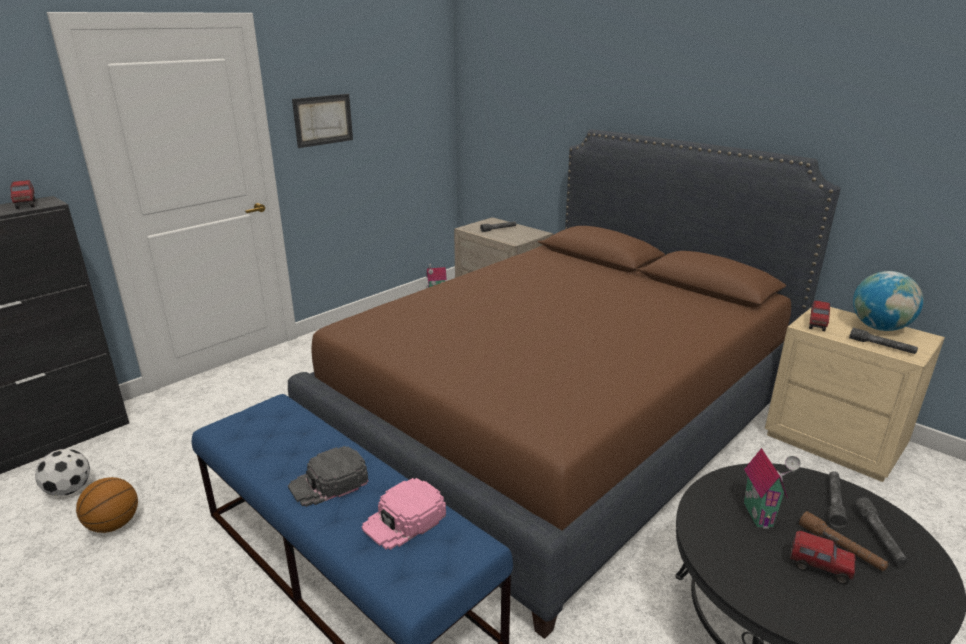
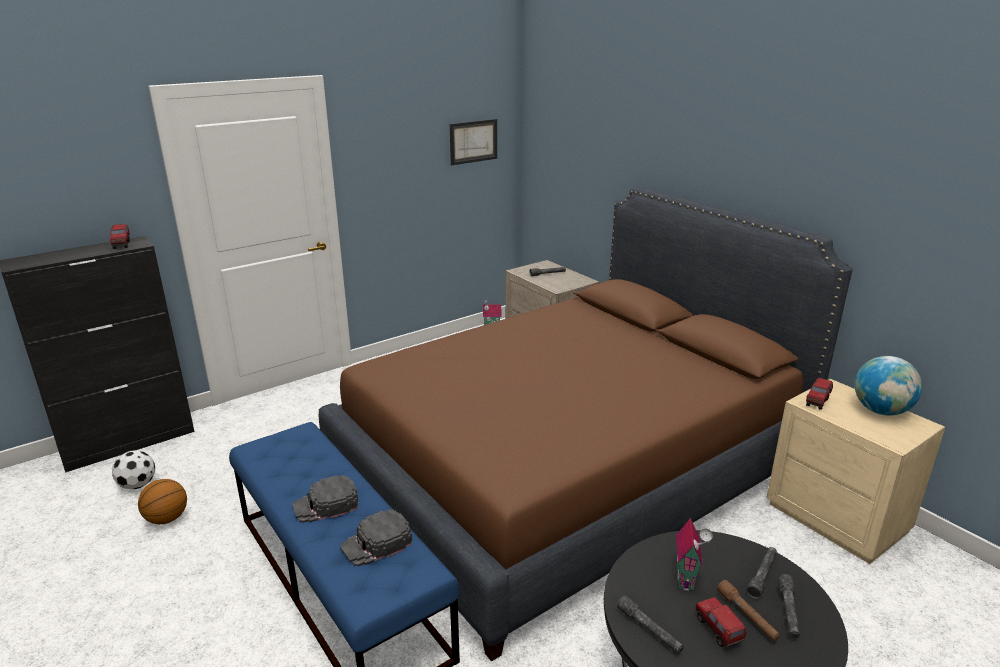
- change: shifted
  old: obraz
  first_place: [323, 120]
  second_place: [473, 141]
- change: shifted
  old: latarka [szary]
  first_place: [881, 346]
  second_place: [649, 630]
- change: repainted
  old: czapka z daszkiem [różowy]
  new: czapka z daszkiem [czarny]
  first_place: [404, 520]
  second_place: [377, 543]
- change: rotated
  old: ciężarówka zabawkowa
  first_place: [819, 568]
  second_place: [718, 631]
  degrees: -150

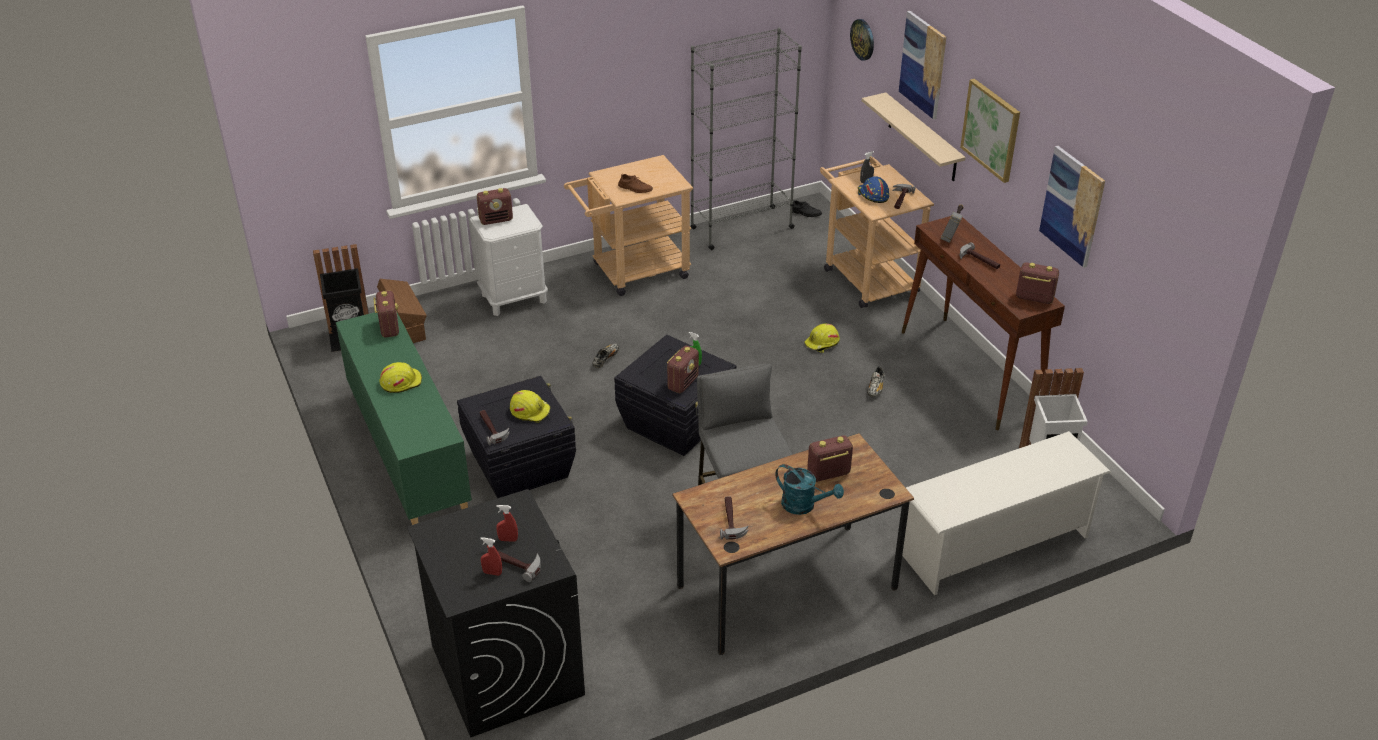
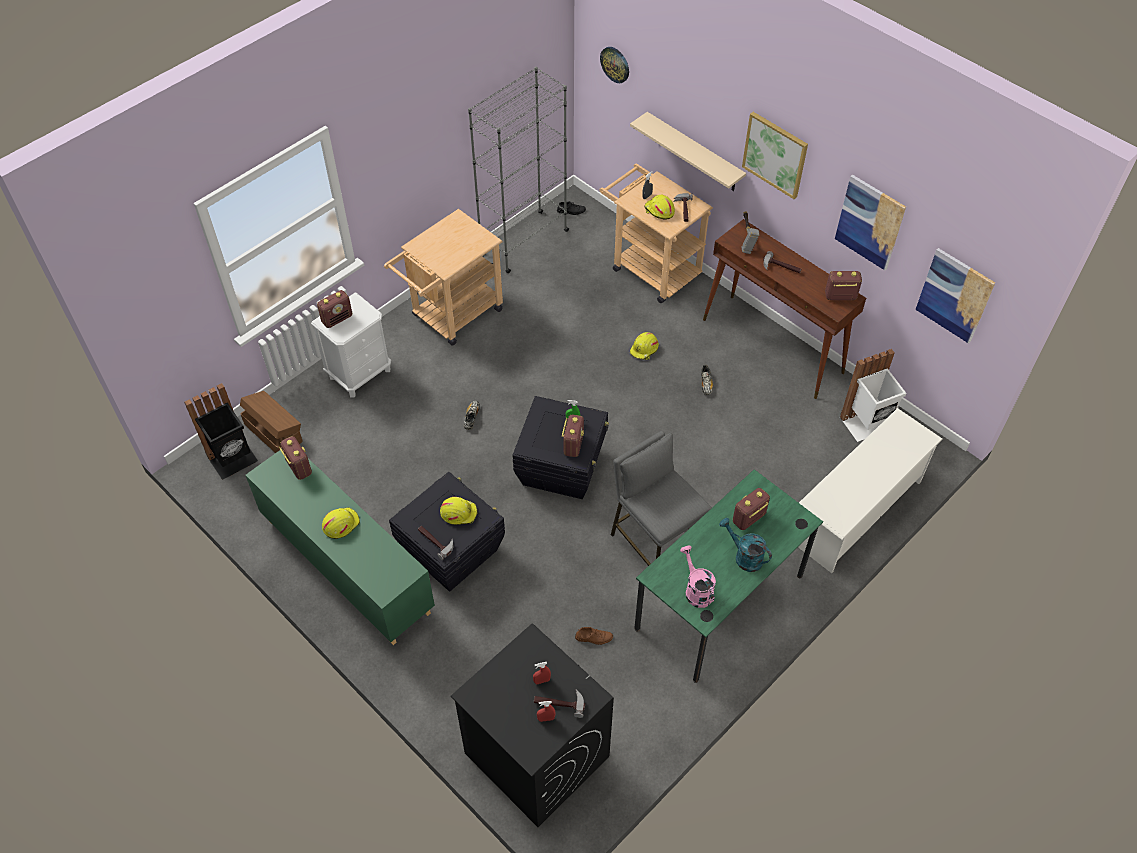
- change: shifted
  old: but [brązowy]
  first_place: [635, 188]
  second_place: [594, 637]
- change: shifted
  old: obraz
  first_place: [923, 64]
  second_place: [954, 295]
- change: swapped
  old: młotek
  new: konewka [różowy]
  first_place: [732, 521]
  second_place: [696, 590]
- change: repainted
  old: biurko [brązowy]
  new: biurko [zielony]
  first_place: [787, 587]
  second_place: [719, 602]
- change: repainted
  old: kask [niebieski]
  new: kask [żółty]
  first_place: [872, 195]
  second_place: [659, 211]
- change: rotated
  old: konewka [turkusowy]
  first_place: [804, 506]
  second_place: [744, 556]
  degrees: -150

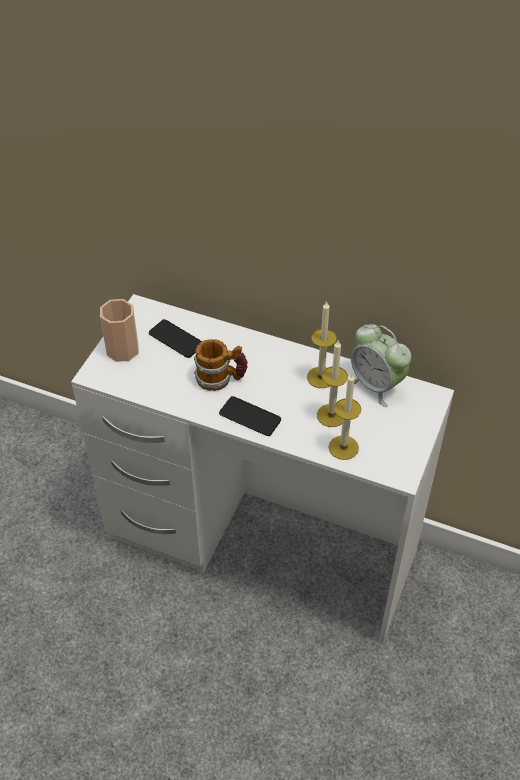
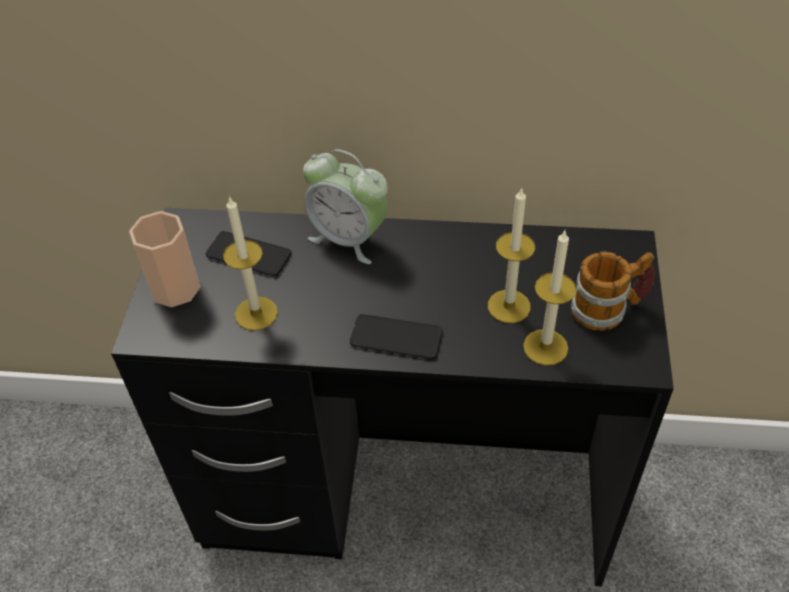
- change: shifted
  old: kubek
  first_place: [221, 379]
  second_place: [608, 309]
- change: shifted
  old: świeca
  first_place: [321, 377]
  second_place: [256, 313]
- change: shifted
  old: budzik
  first_place: [376, 385]
  second_place: [349, 238]
- change: repainted
  old: biurko [biały]
  new: biurko [czarny]
  first_place: [262, 544]
  second_place: [405, 499]

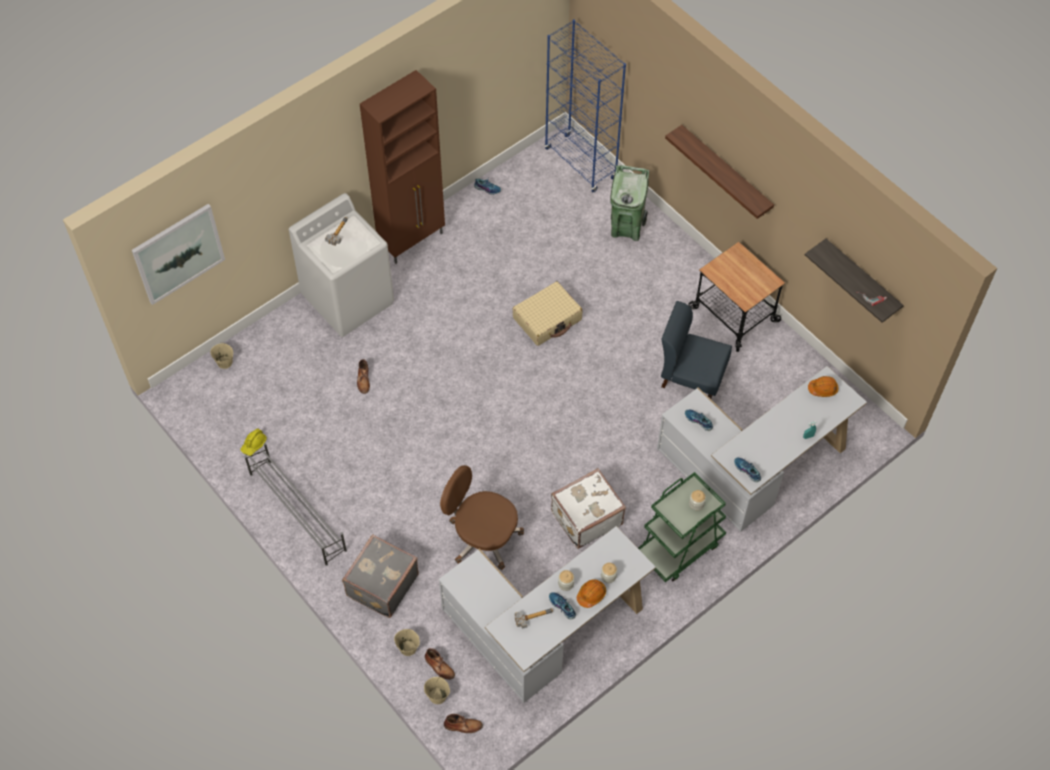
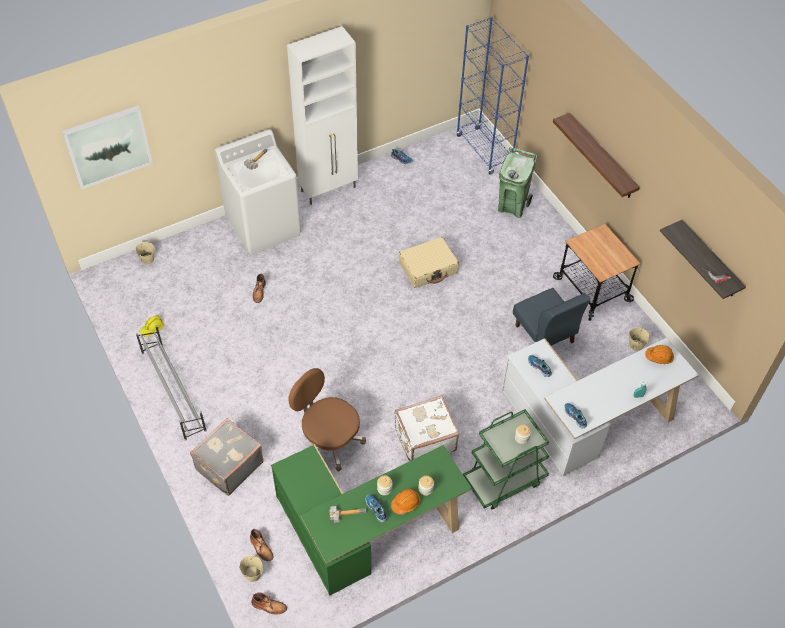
- change: shifted
  old: wiadro [beżowy]
  first_place: [408, 648]
  second_place: [635, 345]
- change: repainted
  old: szafka [brązowy]
  new: szafka [biały]
  first_place: [412, 240]
  second_place: [329, 189]
- change: repainted
  old: biurko [biały]
  new: biurko [zielony]
  first_place: [543, 629]
  second_place: [364, 531]
- change: rotated
  old: krzesło [niebieski]
  first_place: [691, 376]
  second_place: [544, 334]
  degrees: -150

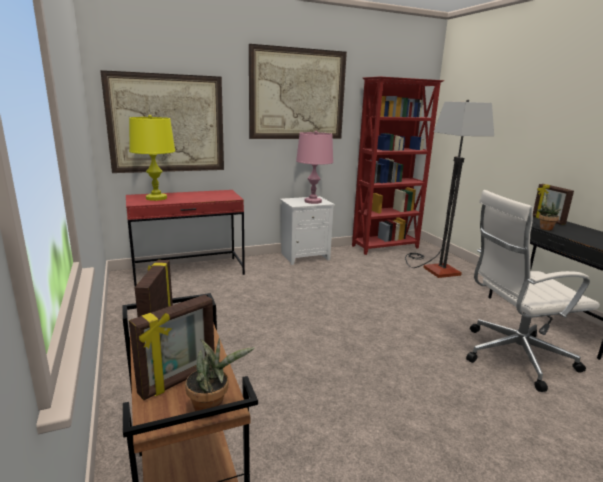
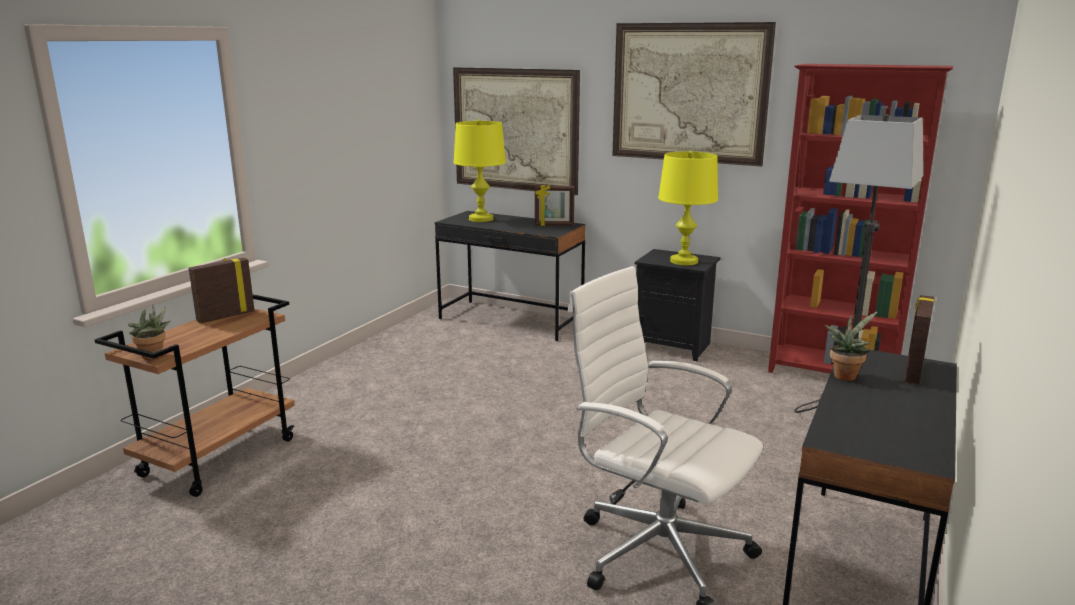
- change: shifted
  old: ramka na zdjęcie
  first_place: [178, 380]
  second_place: [554, 225]
- change: repainted
  old: biurko [czerwony]
  new: biurko [czarny]
  first_place: [189, 272]
  second_place: [511, 320]
- change: repainted
  old: szafka nocna [biały]
  new: szafka nocna [czarny]
  first_place: [305, 256]
  second_place: [674, 346]
- change: repainted
  old: lampa stołowa [różowy]
  new: lampa stołowa [żółty]
  first_place: [312, 201]
  second_place: [684, 261]

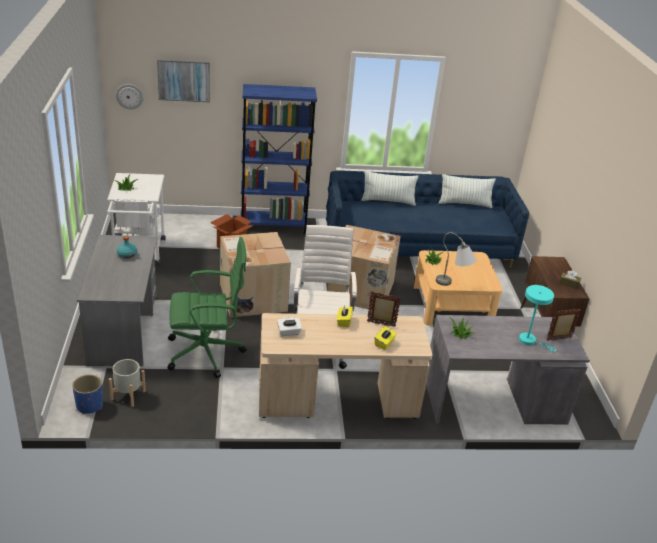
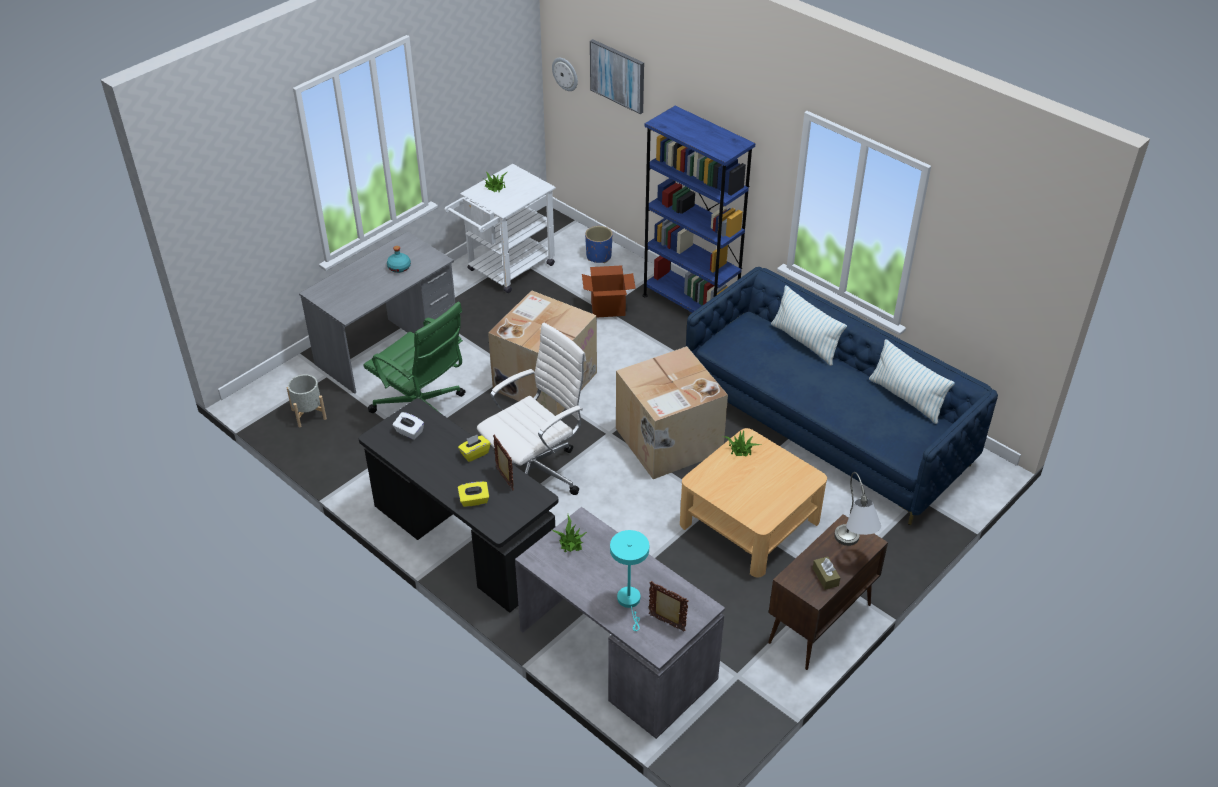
- change: shifted
  old: donica [niebieski]
  first_place: [89, 405]
  second_place: [598, 256]
- change: shifted
  old: lampa stołowa [szary]
  first_place: [453, 285]
  second_place: [852, 549]
- change: repainted
  old: biurko [beżowy]
  new: biurko [czarny]
  first_place: [337, 401]
  second_place: [464, 541]

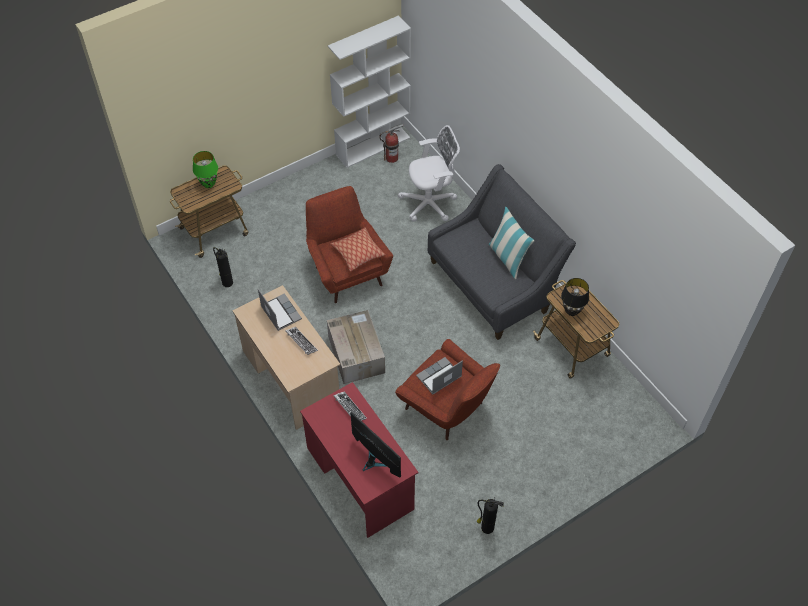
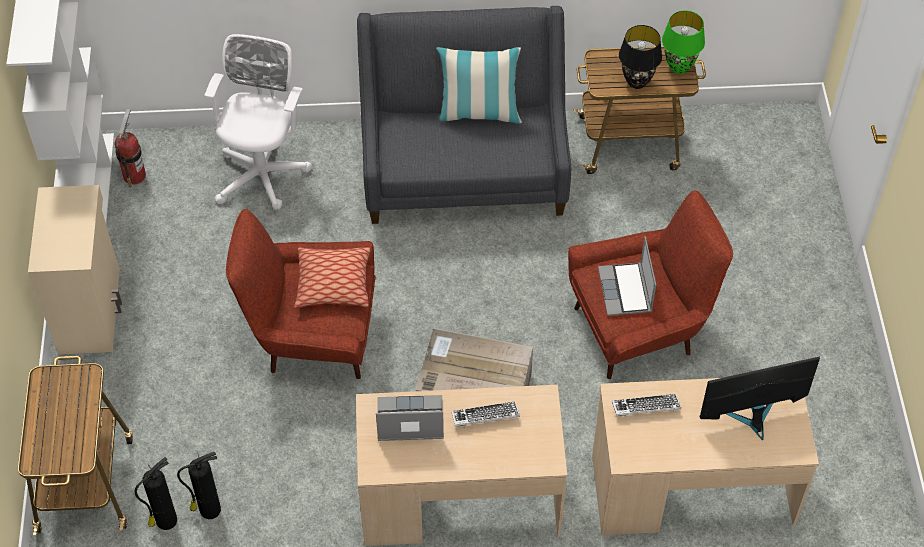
- change: new
  new: szafka [beżowy]
  second_place: [91, 310]
- change: shifted
  old: lampa stołowa [zielony]
  first_place: [209, 184]
  second_place: [678, 67]
- change: shifted
  old: gaśnica
  first_place: [486, 527]
  second_place: [165, 521]
- change: repainted
  old: biurko [czerwony]
  new: biurko [beżowy]
  first_place: [359, 478]
  second_place: [691, 490]

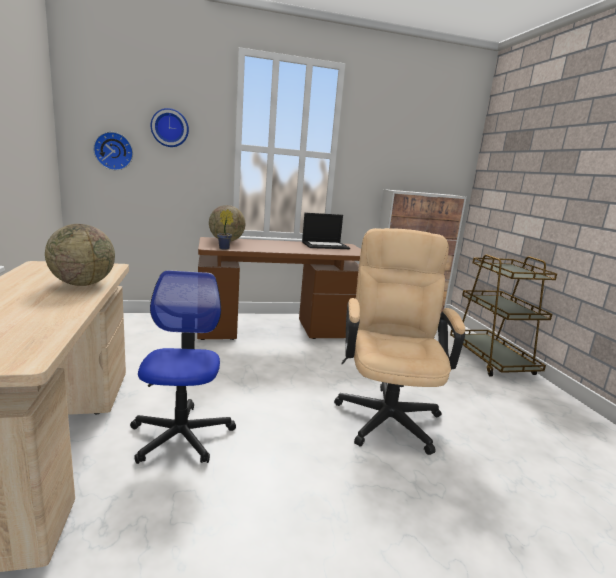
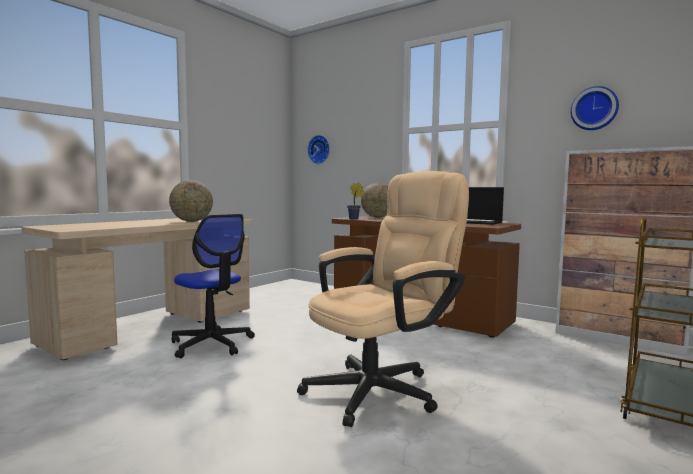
- change: shifted
  old: zegar ścienny
  first_place: [170, 128]
  second_place: [594, 109]
- change: rotated
  old: krzesło biurowe
  first_place: [181, 435]
  second_place: [212, 344]
  degrees: 90

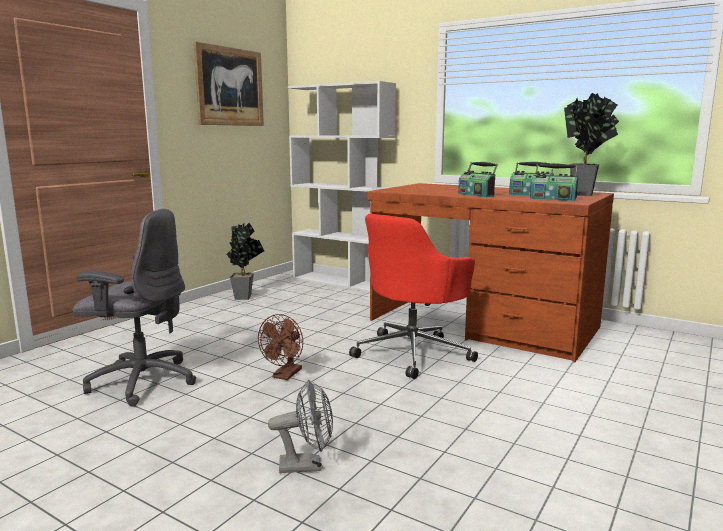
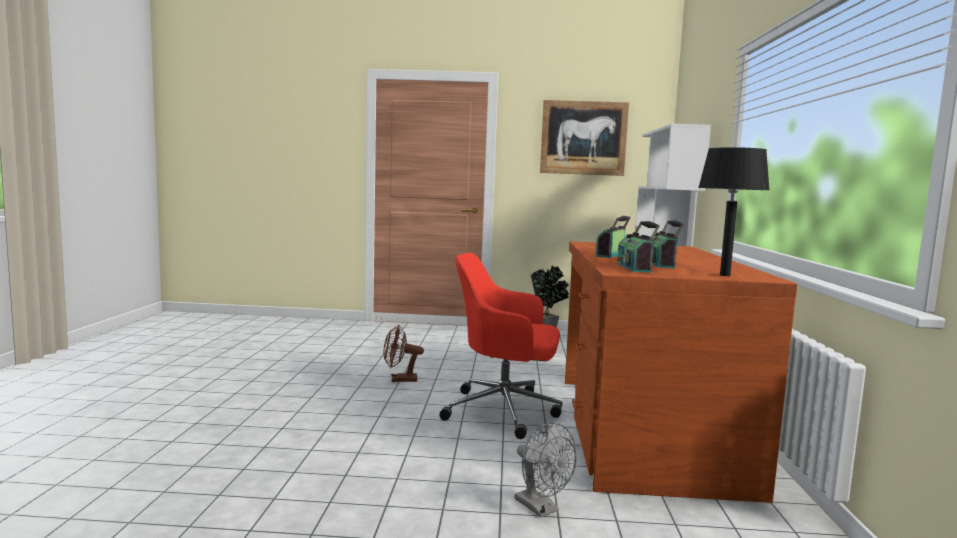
- change: gone
  old: krzesło biurowe [szary]
  first_place: [142, 381]
- change: shifted
  old: wentylator [szary]
  first_place: [307, 465]
  second_place: [541, 508]
- change: swapped
  old: roślina doniczkowa
  new: lampa stołowa [czarny]
  first_place: [586, 195]
  second_place: [724, 275]

